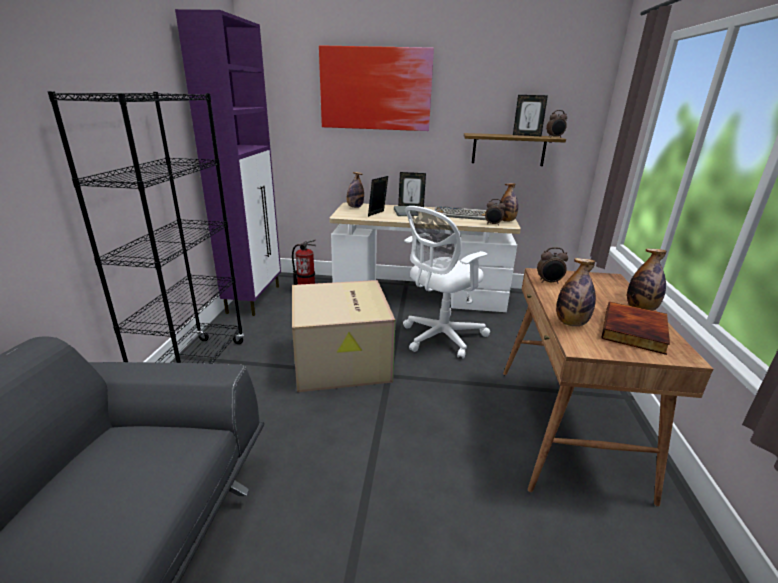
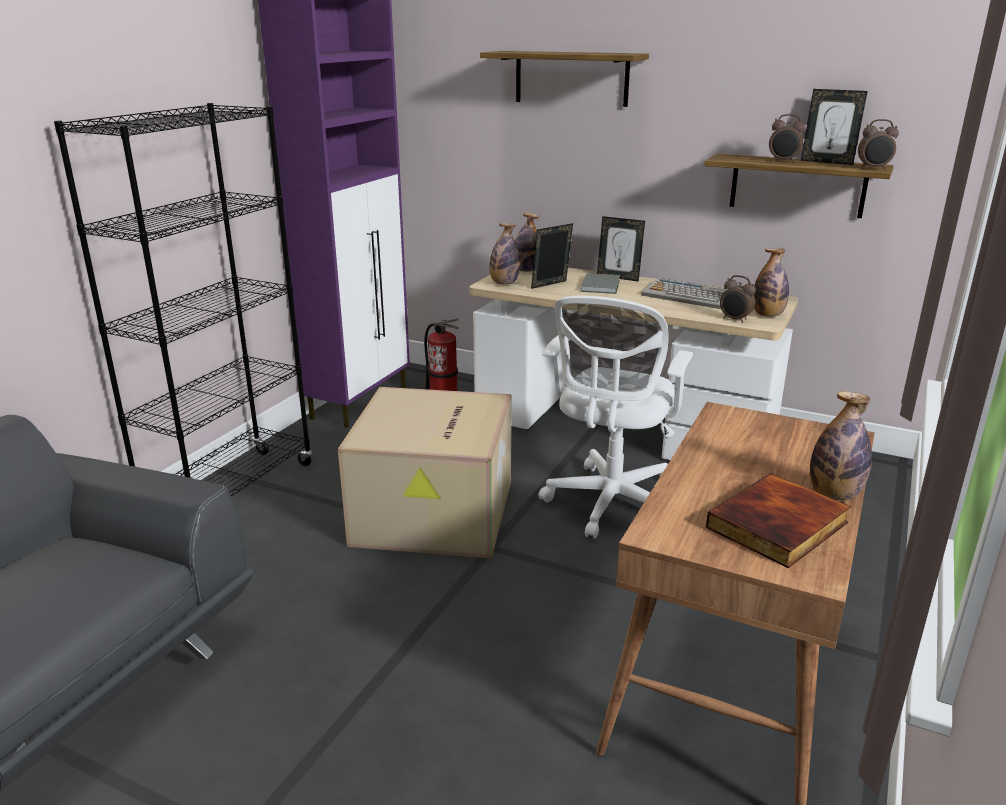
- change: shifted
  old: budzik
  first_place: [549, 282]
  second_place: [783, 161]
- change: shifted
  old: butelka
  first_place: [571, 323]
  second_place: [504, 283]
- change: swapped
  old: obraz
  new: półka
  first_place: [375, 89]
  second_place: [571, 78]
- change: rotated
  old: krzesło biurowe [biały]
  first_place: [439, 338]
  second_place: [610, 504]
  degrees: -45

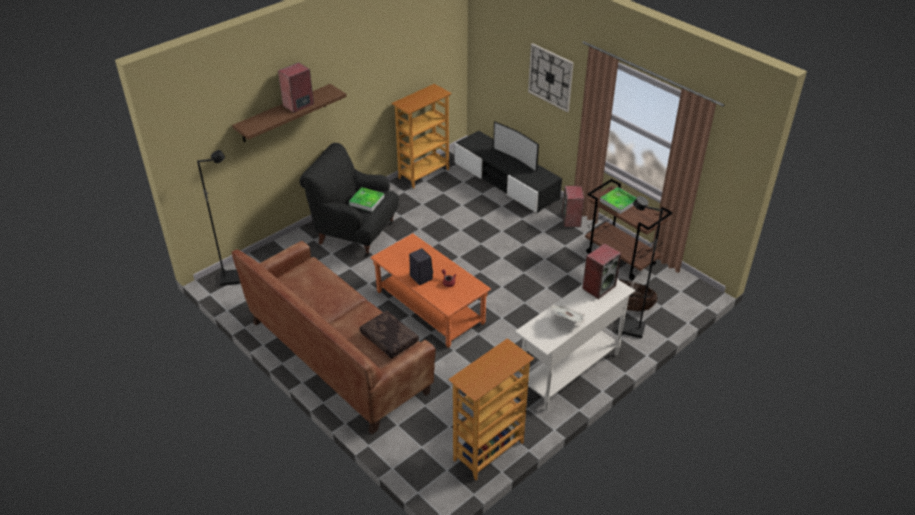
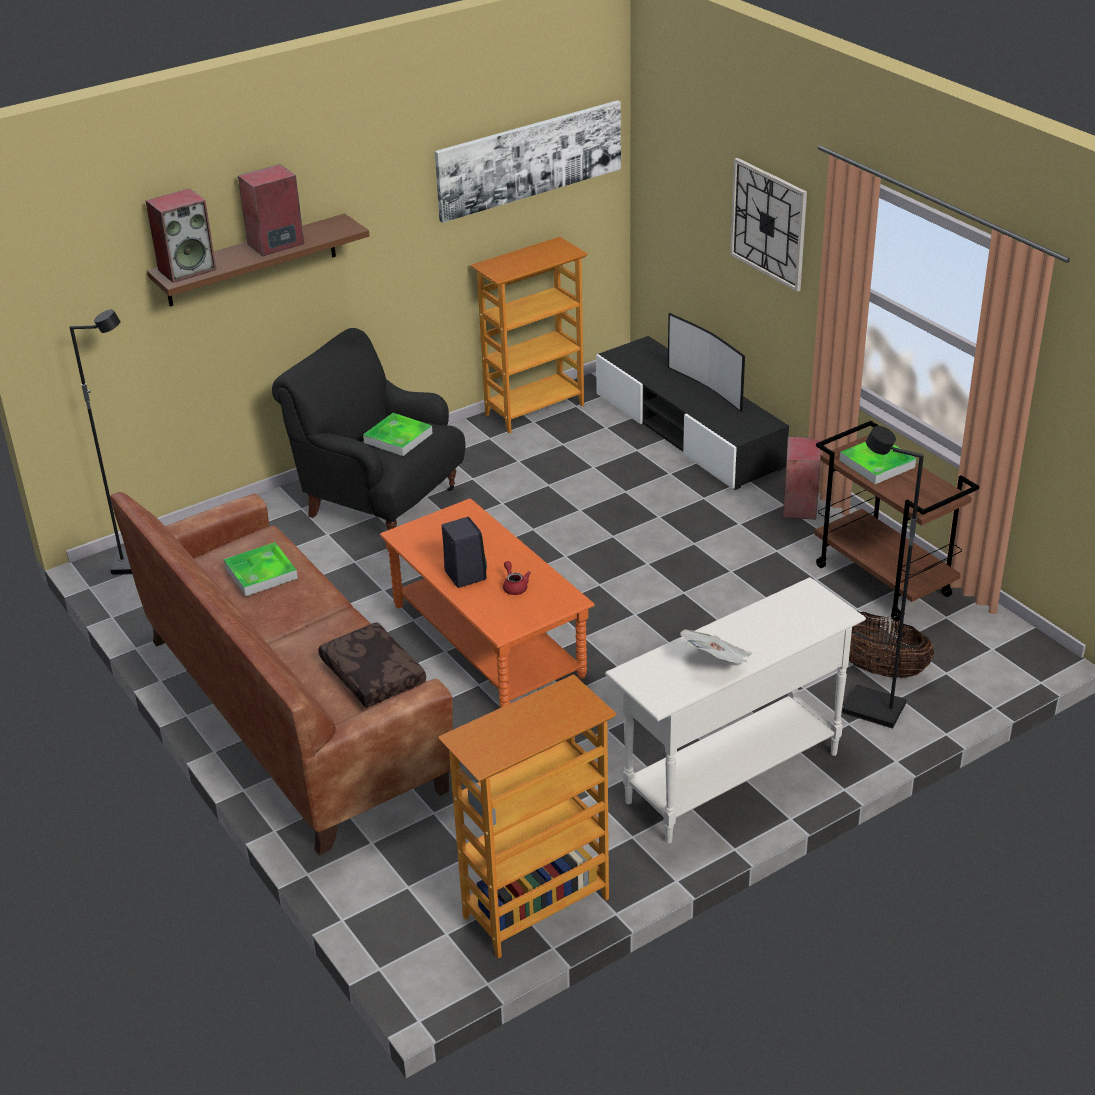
- change: new
  new: taca
  second_place: [261, 573]
- change: new
  new: obraz
  second_place: [529, 159]
- change: shifted
  old: głośnik
  first_place: [599, 287]
  second_place: [187, 269]

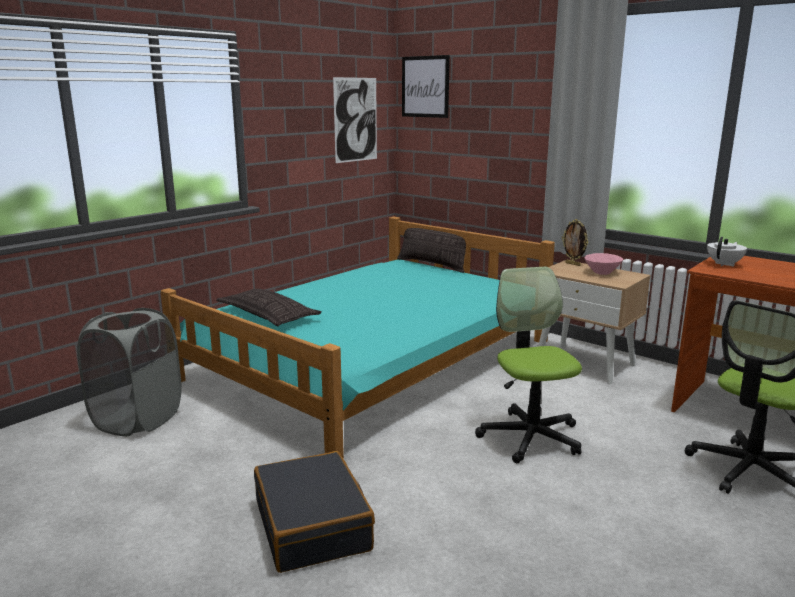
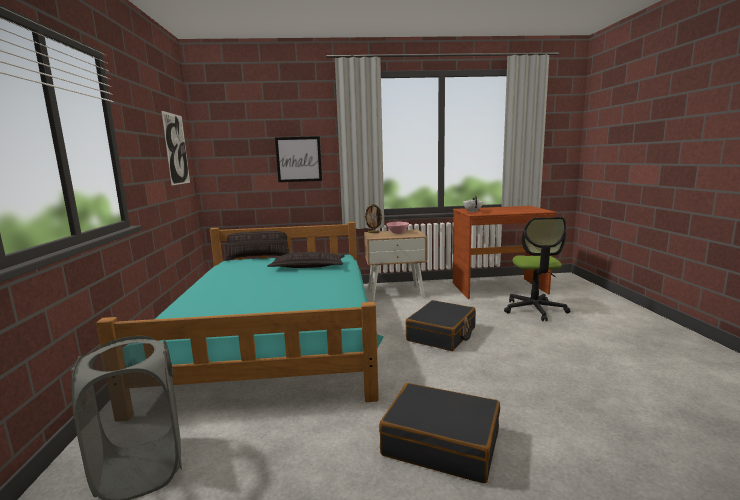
- change: shifted
  old: poduszka
  first_place: [268, 315]
  second_place: [308, 266]
- change: shifted
  old: obraz
  first_place: [425, 87]
  second_place: [299, 159]
- change: swapped
  old: krzesło biurowe
  new: walizka [czarny]
  first_place: [530, 437]
  second_place: [442, 334]

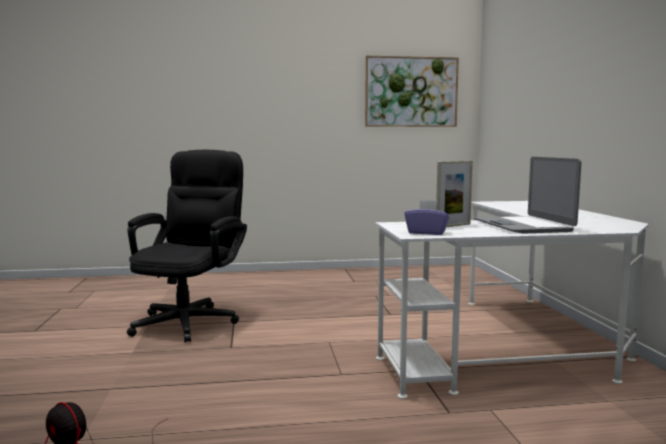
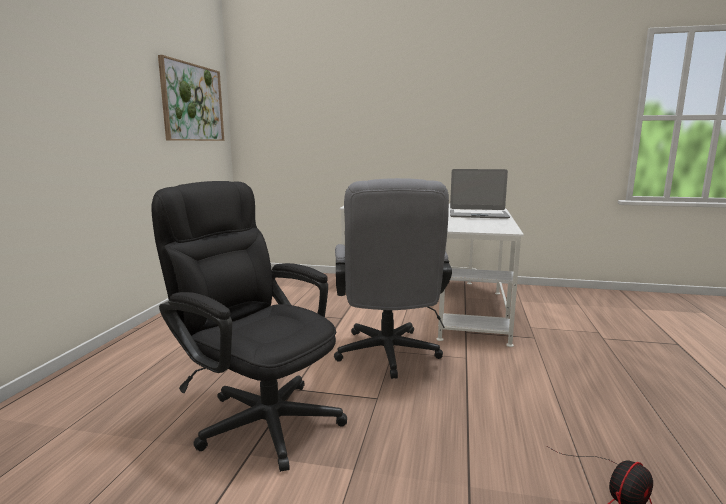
- change: gone
  old: pudełko chusteczek [fioletowy]
  first_place: [426, 232]
- change: gone
  old: ramka na zdjęcie
  first_place: [453, 226]
- change: new
  new: krzesło biurowe [szary]
  second_place: [387, 357]

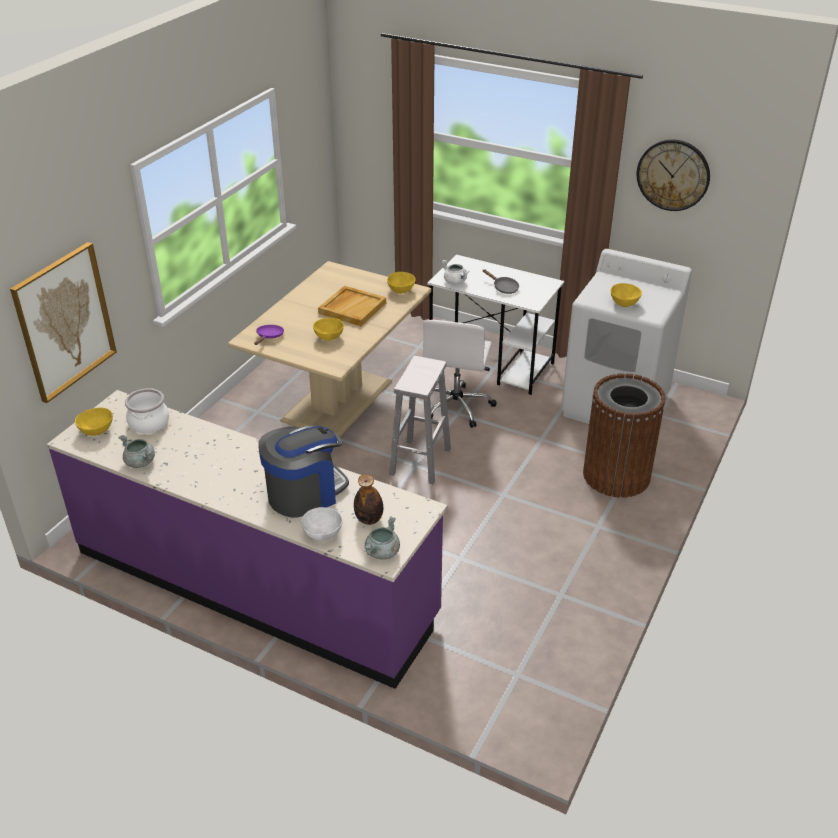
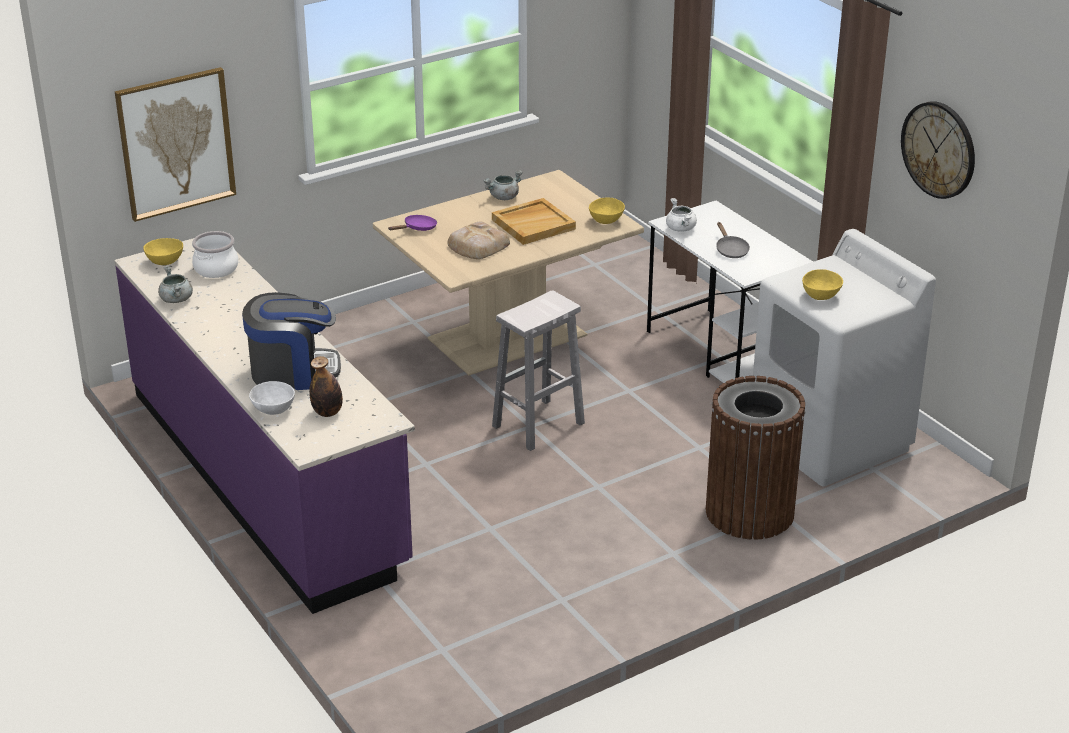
- change: gone
  old: krzesło biurowe [biały]
  first_place: [456, 406]
- change: shifted
  old: garnek [szary]
  first_place: [382, 552]
  second_place: [504, 197]
- change: swapped
  old: miska [żółty]
  new: chleb
  first_place: [328, 337]
  second_place: [477, 246]

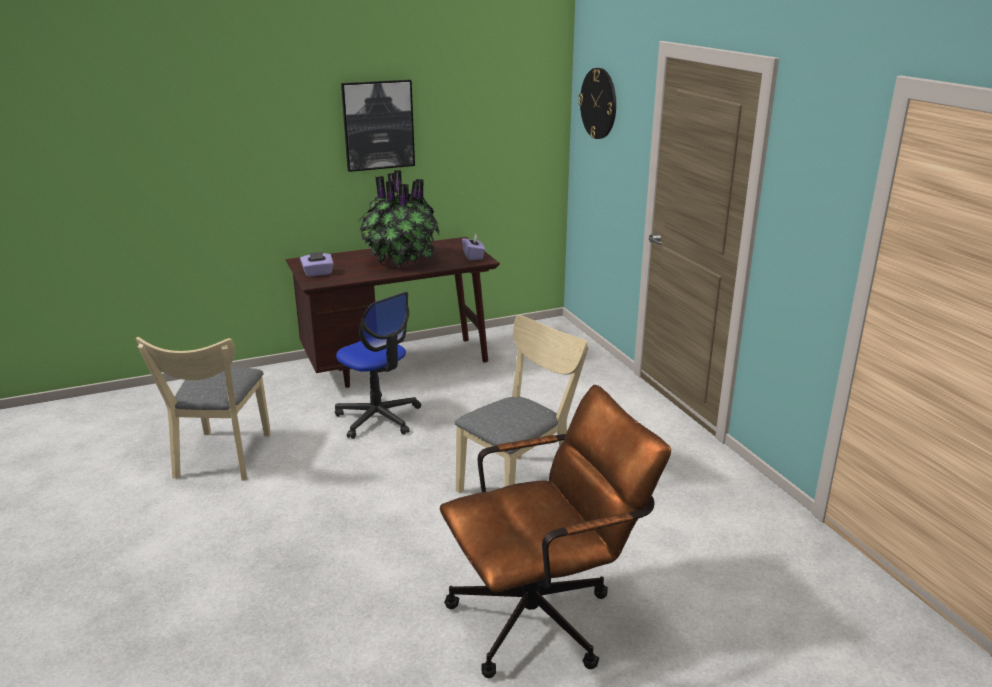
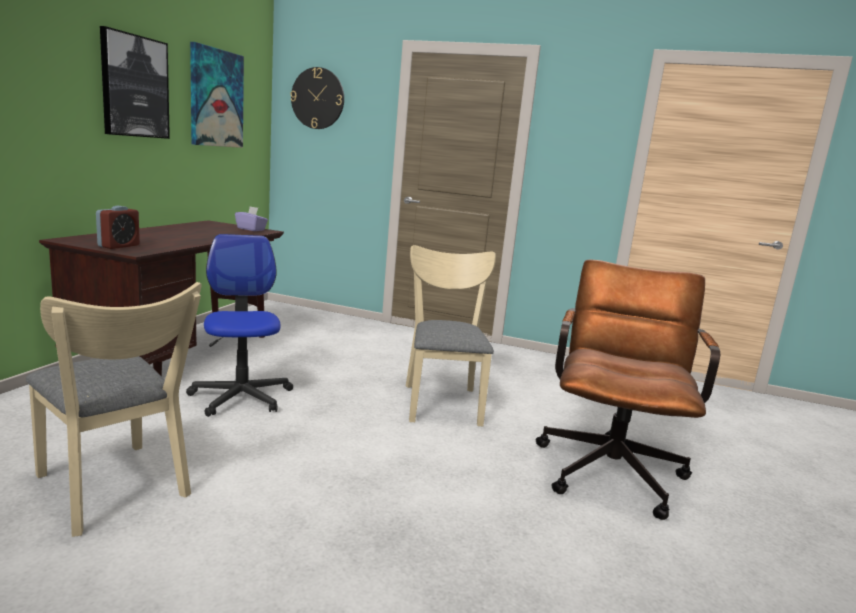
- change: gone
  old: roślina doniczkowa
  first_place: [400, 261]
- change: new
  new: obraz
  second_place: [216, 98]
- change: swapped
  old: pudełko chusteczek [fioletowy]
  new: budzik
  first_place: [318, 273]
  second_place: [119, 246]
- change: rotated
  old: krzesło biurowe
  first_place: [378, 418]
  second_place: [241, 397]
  degrees: -105

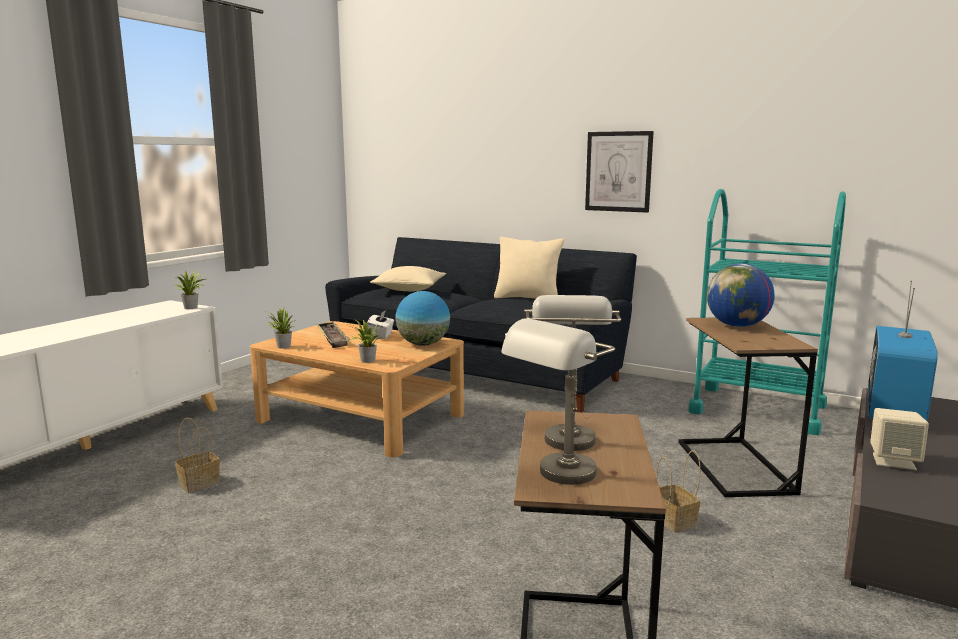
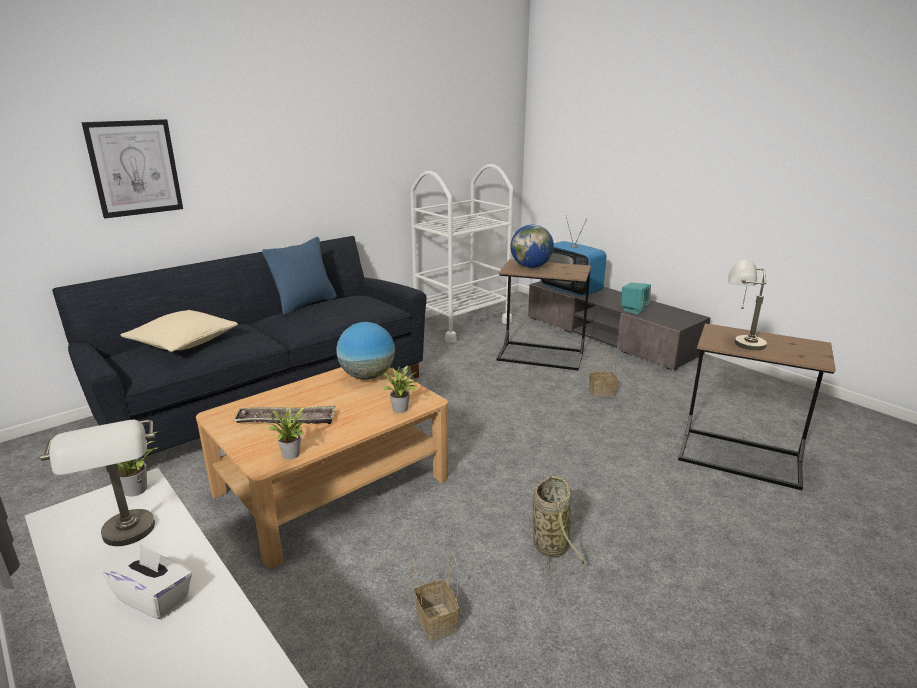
- change: new
  new: koszyk
  second_place: [550, 542]
- change: shifted
  old: pudełko chusteczek [biały]
  first_place: [381, 335]
  second_place: [155, 597]
- change: shifted
  old: lampa stołowa [szary]
  first_place: [556, 479]
  second_place: [130, 540]
- change: shifted
  old: obraz
  first_place: [618, 171]
  second_place: [135, 168]
- change: repainted
  old: poduszka [beżowy]
  new: poduszka [niebieski]
  first_place: [527, 298]
  second_place: [305, 304]
- change: repainted
  old: wózek [turkusowy]
  new: wózek [biały]
  first_place: [757, 409]
  second_place: [461, 323]
- change: repainted
  old: głośnik [beżowy]
  new: głośnik [turkusowy]
  first_place: [894, 461]
  second_place: [634, 310]

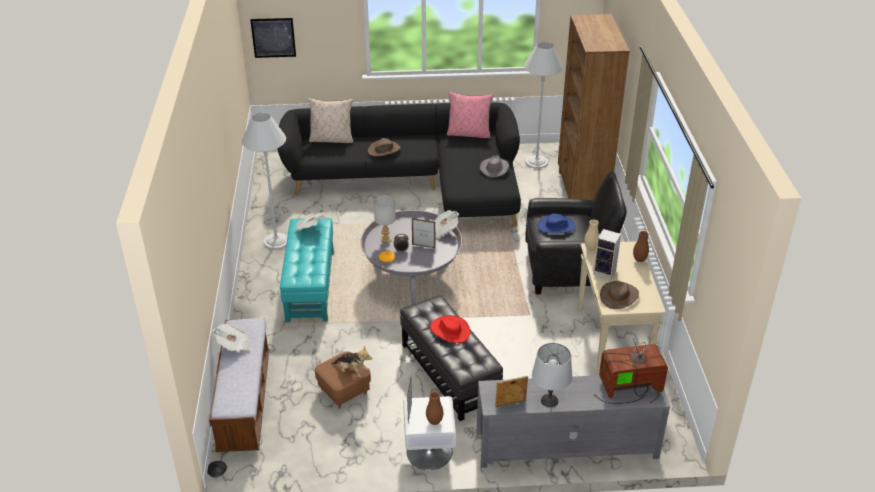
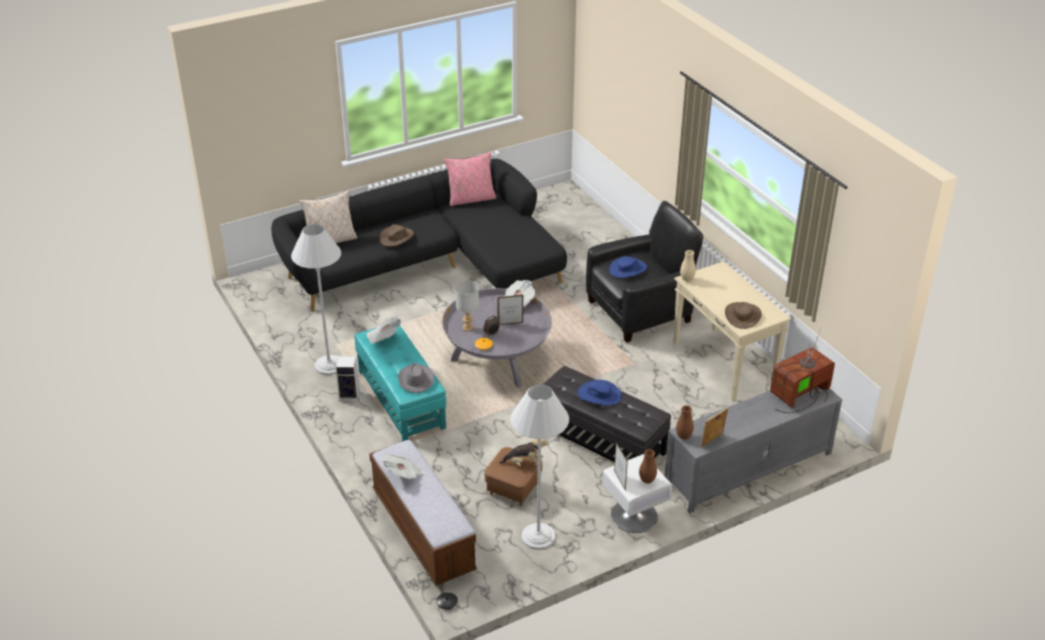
- change: gone
  old: obraz
  first_place: [273, 37]
- change: gone
  old: lampa stołowa [szary]
  first_place: [549, 400]
- change: gone
  old: regał [brązowy]
  first_place: [582, 191]
- change: shifted
  old: kapelusz [szary]
  first_place: [494, 168]
  second_place: [415, 379]
- change: shifted
  old: lampa stojąca [biały]
  first_place: [536, 162]
  second_place: [538, 536]
- change: shifted
  old: głośnik
  first_place: [605, 272]
  second_place: [350, 395]
- change: shifted
  old: wazon [brązowy]
  first_place: [639, 260]
  second_place: [683, 437]
- change: repainted
  old: kapelusz [czerwony]
  new: kapelusz [niebieski]
  first_place: [450, 330]
  second_place: [599, 395]

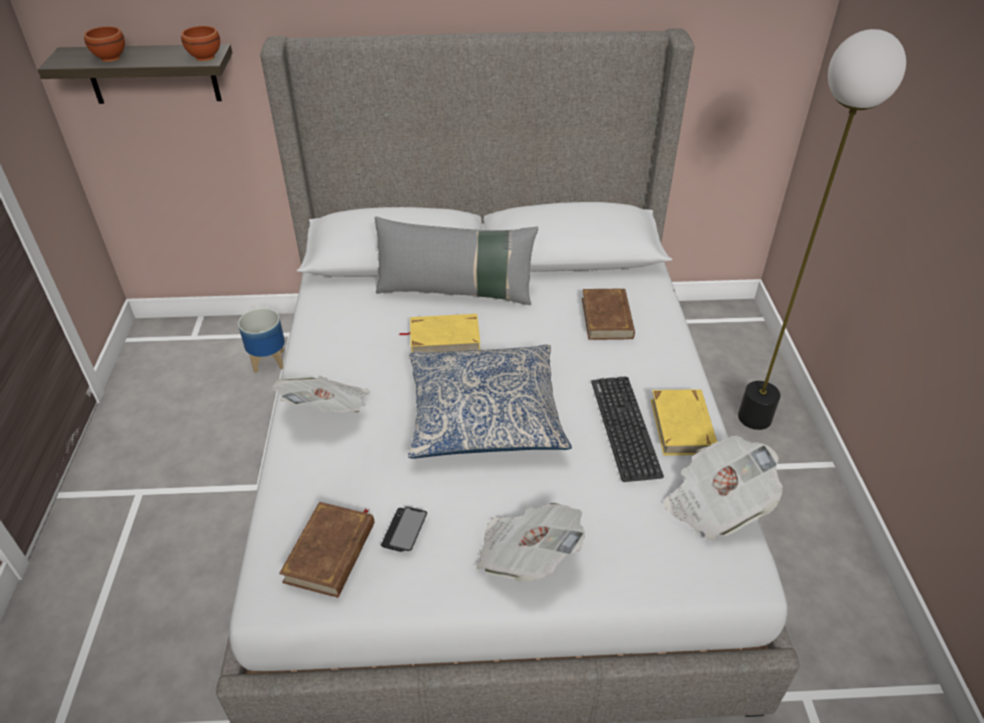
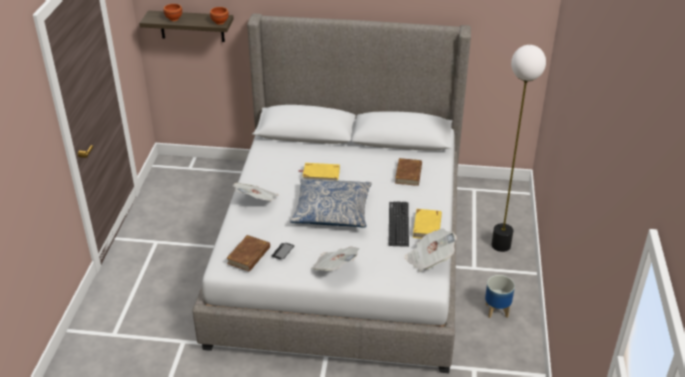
- change: gone
  old: poduszka [szary]
  first_place: [456, 291]
- change: shifted
  old: donica
  first_place: [269, 361]
  second_place: [496, 311]

